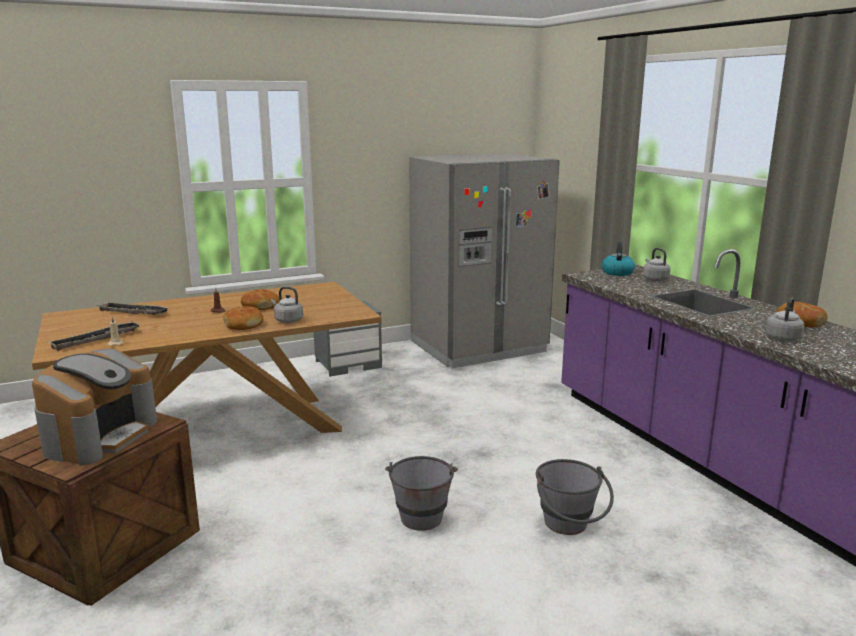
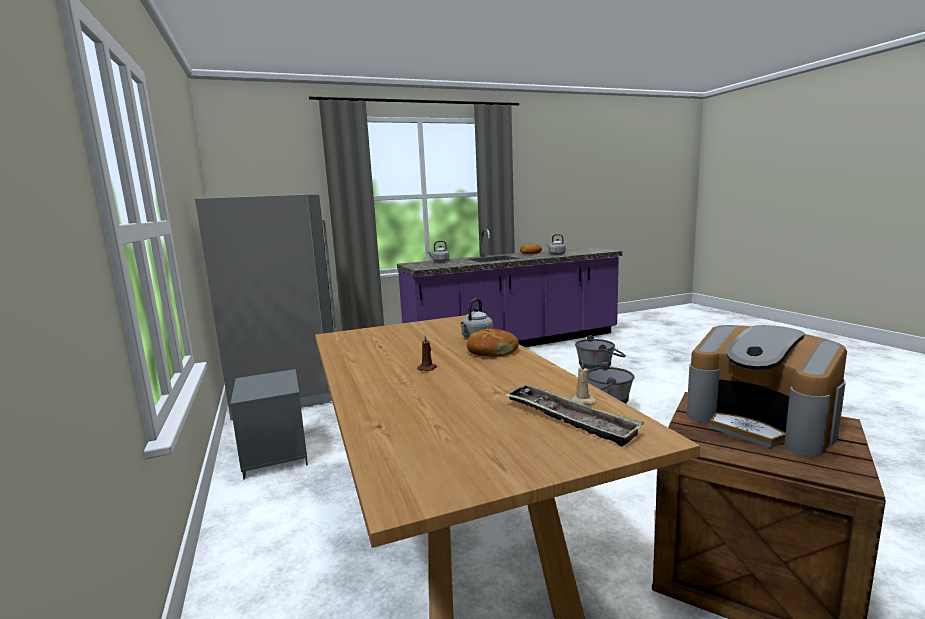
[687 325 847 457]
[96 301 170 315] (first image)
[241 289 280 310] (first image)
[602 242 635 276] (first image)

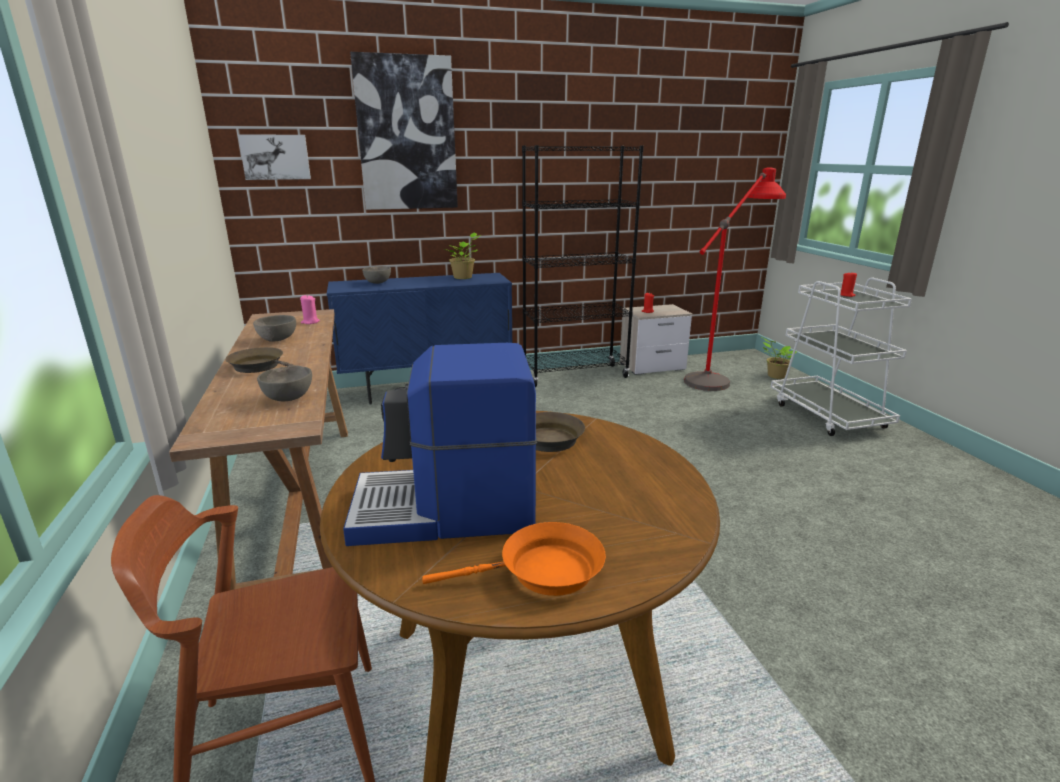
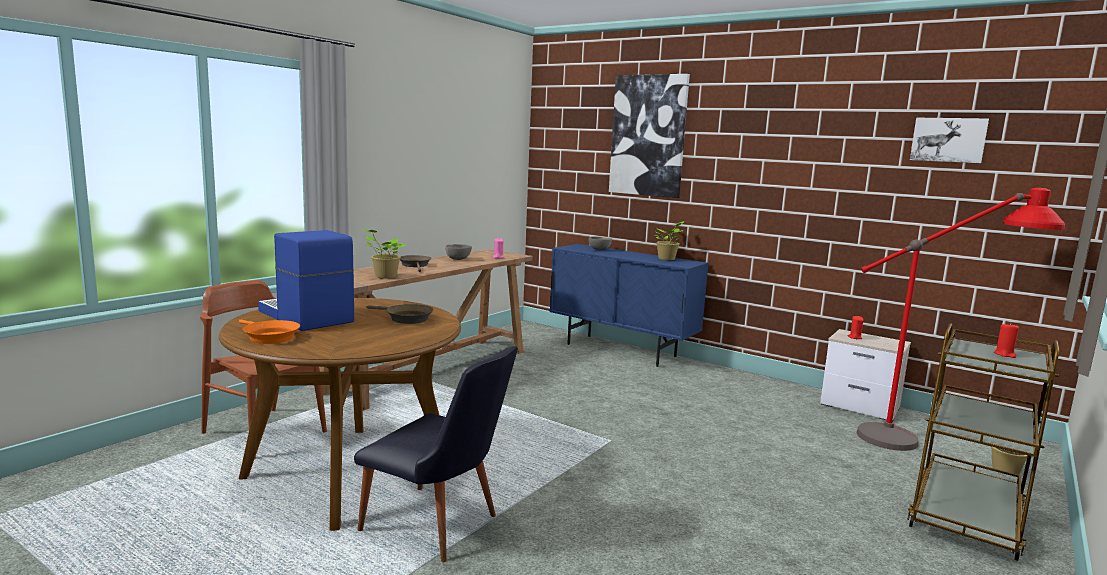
[910 118 989 163]
[361 228 406 279]
[522 145 644 387] (first image)
[907 323 1059 561]
[354 346 518 562]

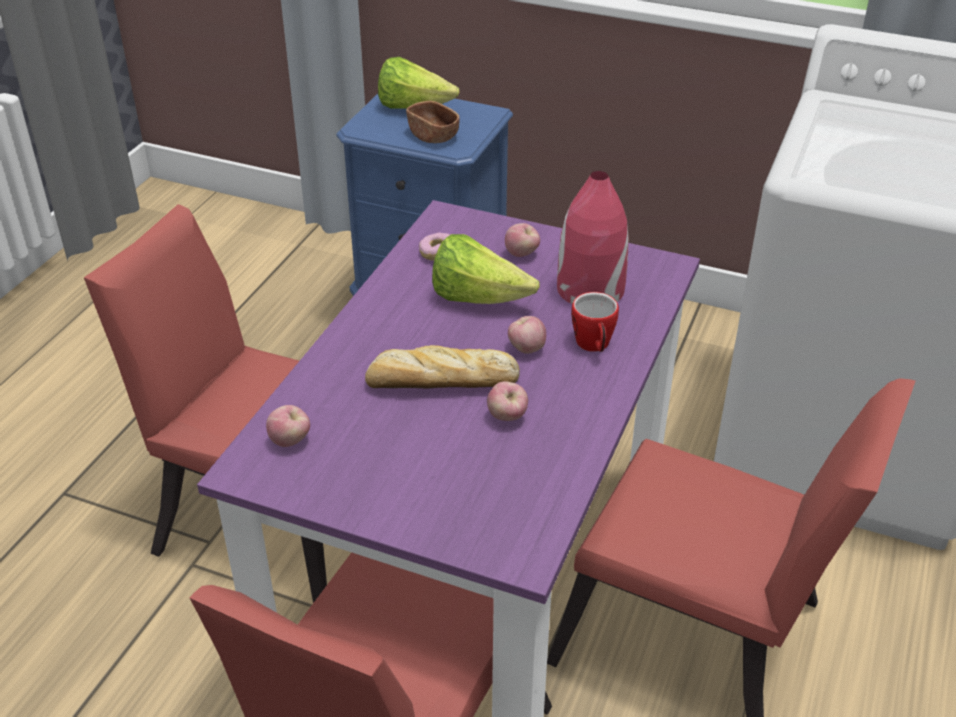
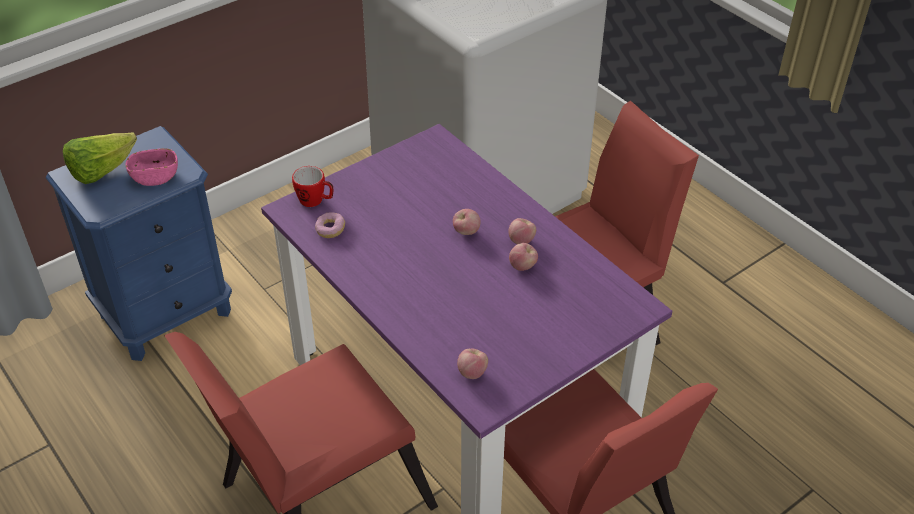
[365 345 520 388] (first image)
[126 148 178 186]
[432 234 540 304] (first image)
[508 218 536 244]
[557 171 629 304] (first image)
[292 166 333 207]

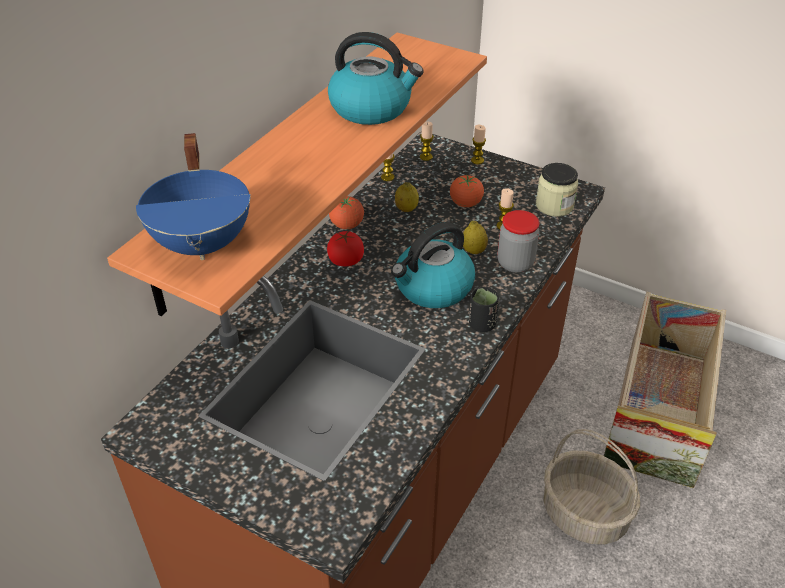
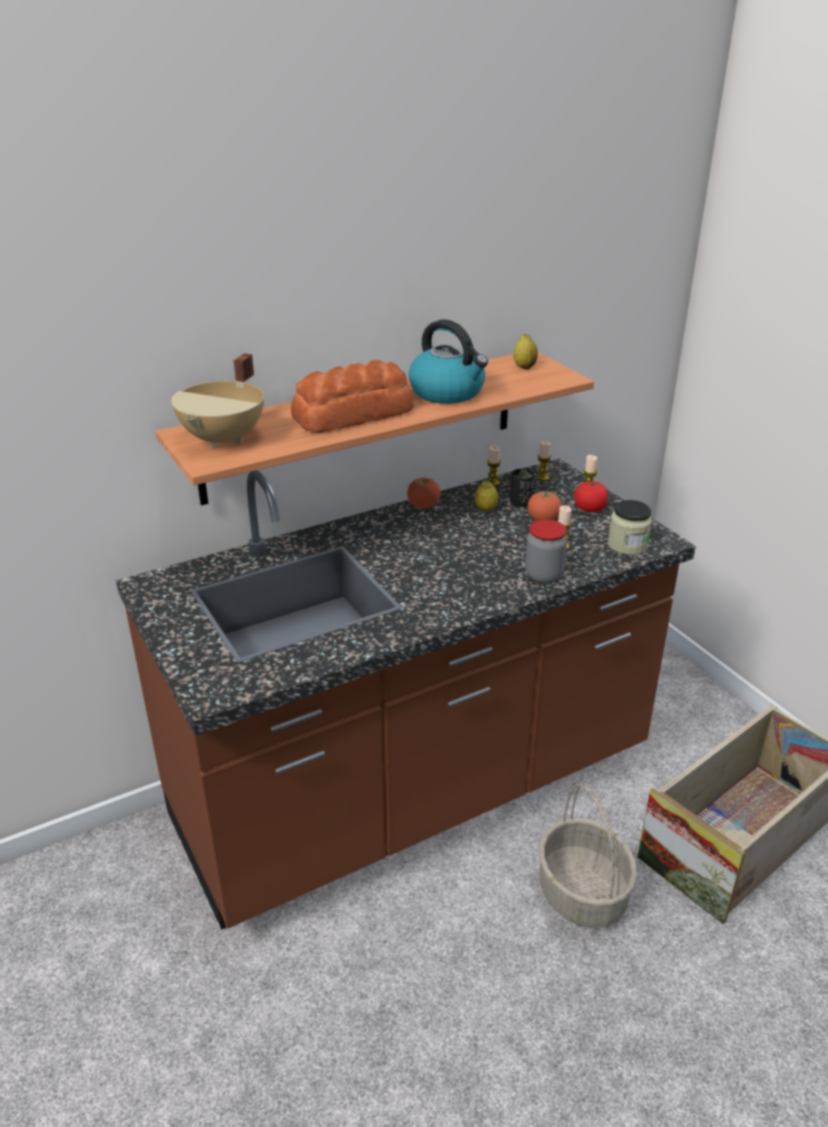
[171 353 264 448]
[574 481 608 512]
[391 222 475 308] (first image)
[513 334 538 369]
[510 469 534 507]
[291 360 414 432]

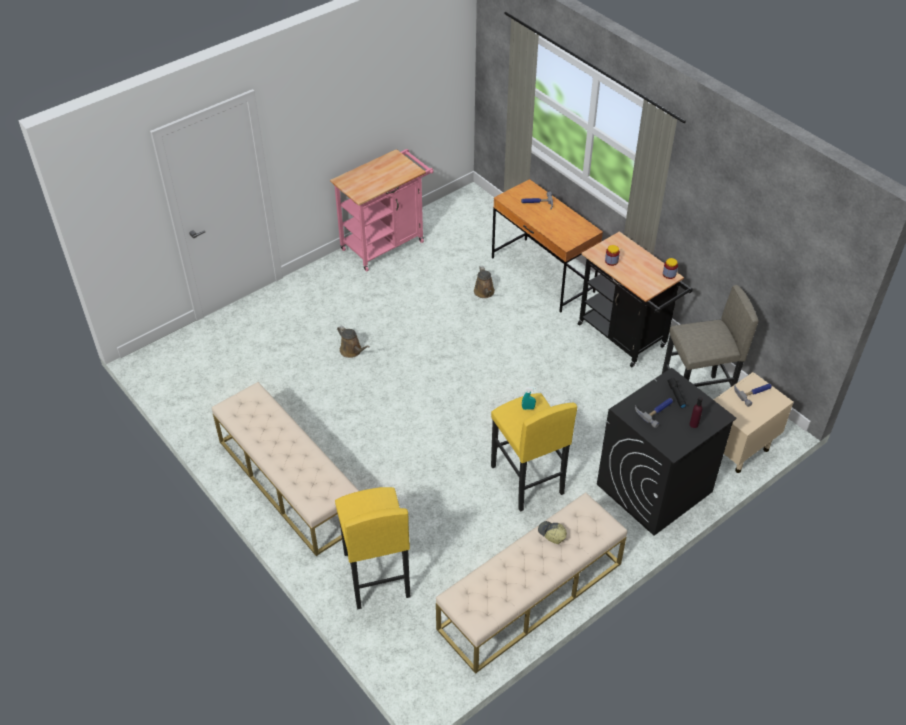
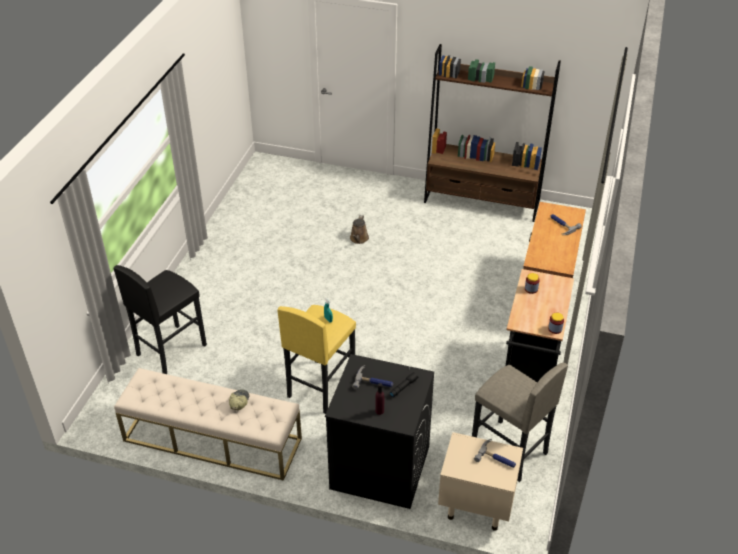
[212 382 359 556] (first image)
[424 44 561 222]
[114 265 207 374]
[474 266 495 298] (first image)

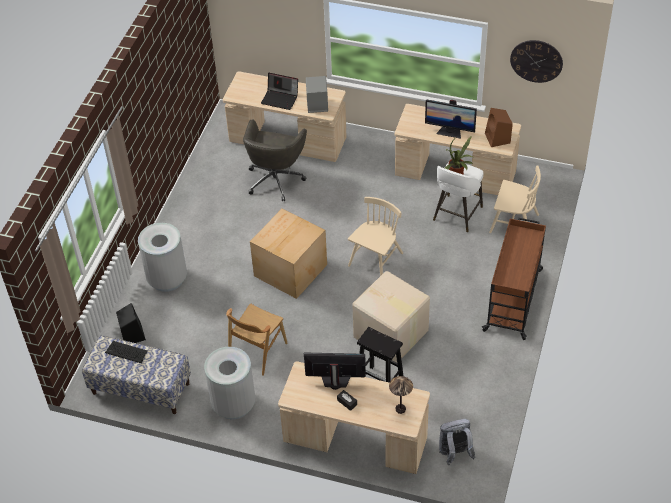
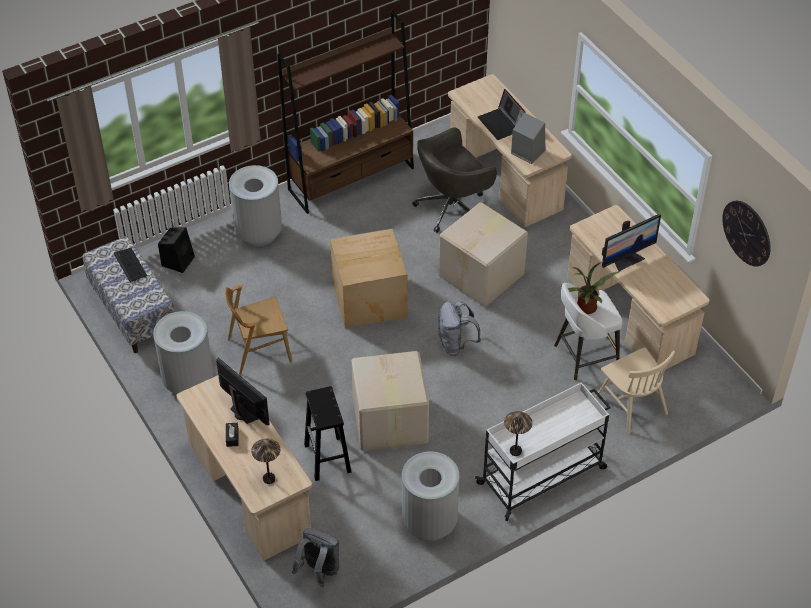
[438 301 481 356]
[602 214 661 271]
[475 382 611 521]
[485 108 513 147] (first image)
[277 10 414 214]
[402 452 459 541]
[439 202 528 307]
[504 411 533 456]

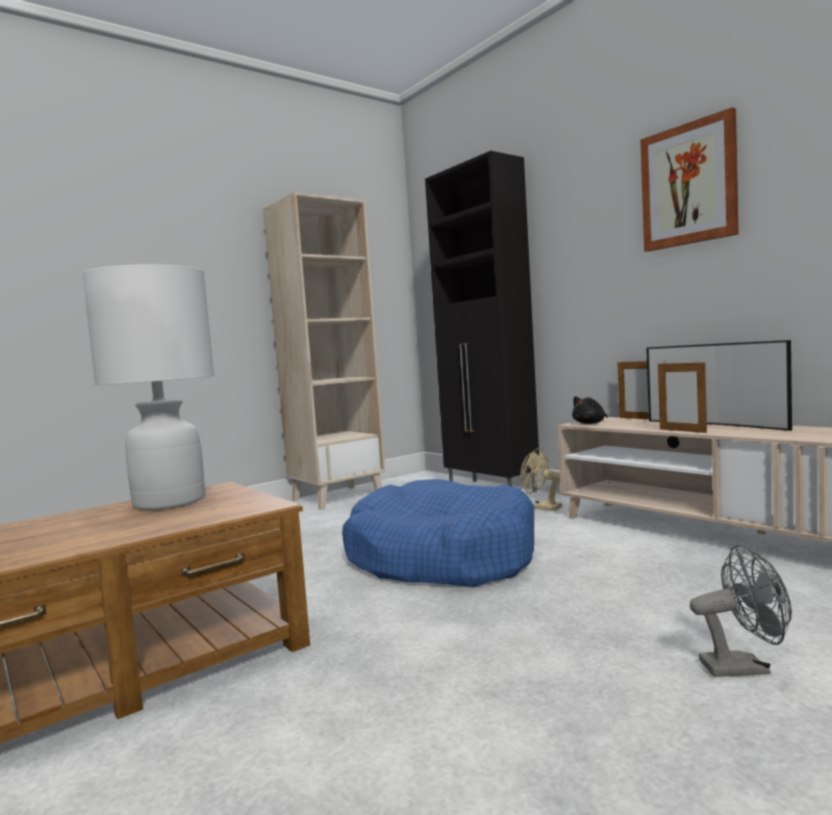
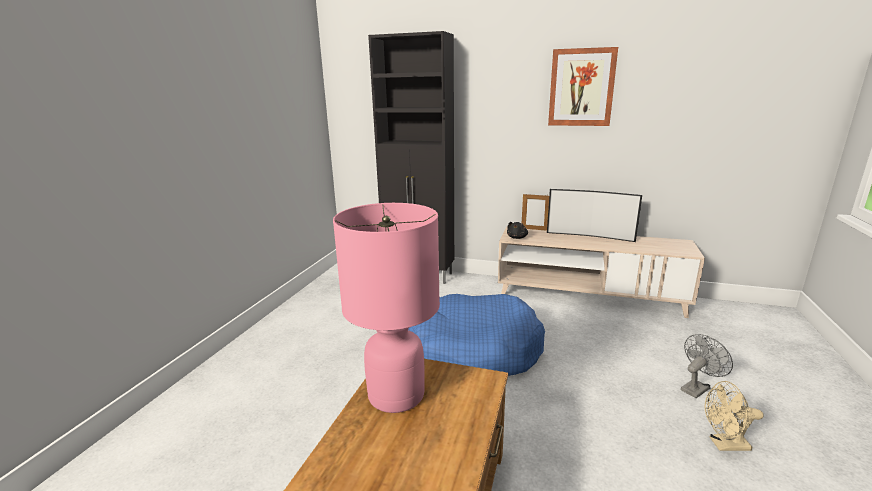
[333 203 440 413]
[263 192 385 510] (first image)
[705 381 763 451]
[658 360 707 433] (first image)

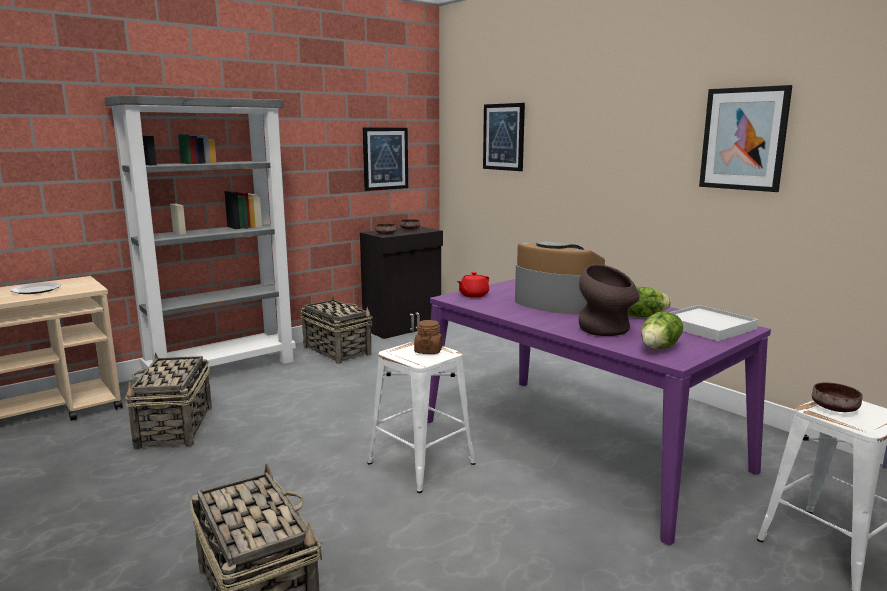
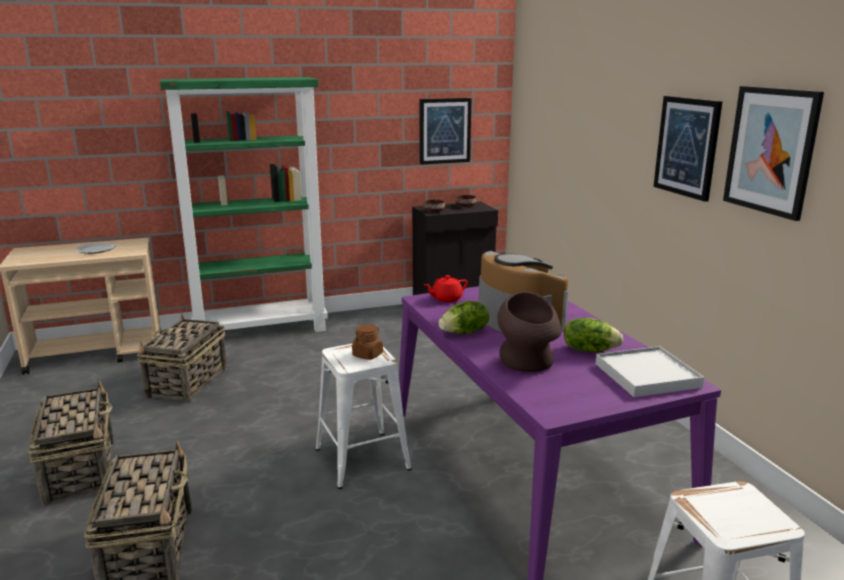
[160 77 328 332]
[28 381 114 506]
[653 96 723 202]
[439 301 489 334]
[812 382 862 412] (first image)

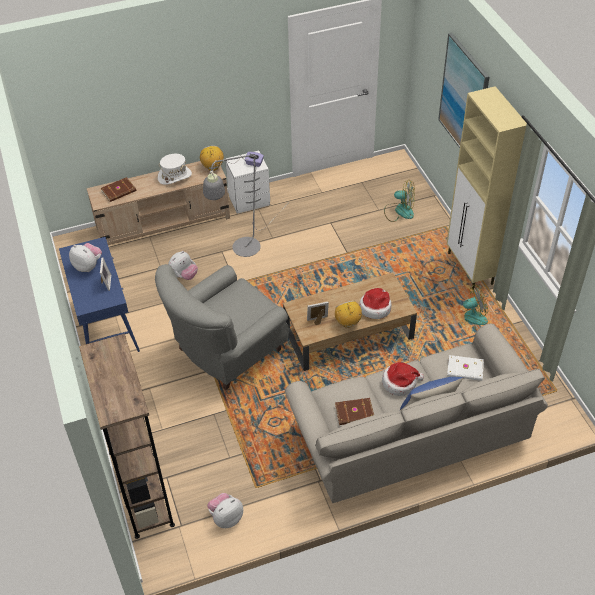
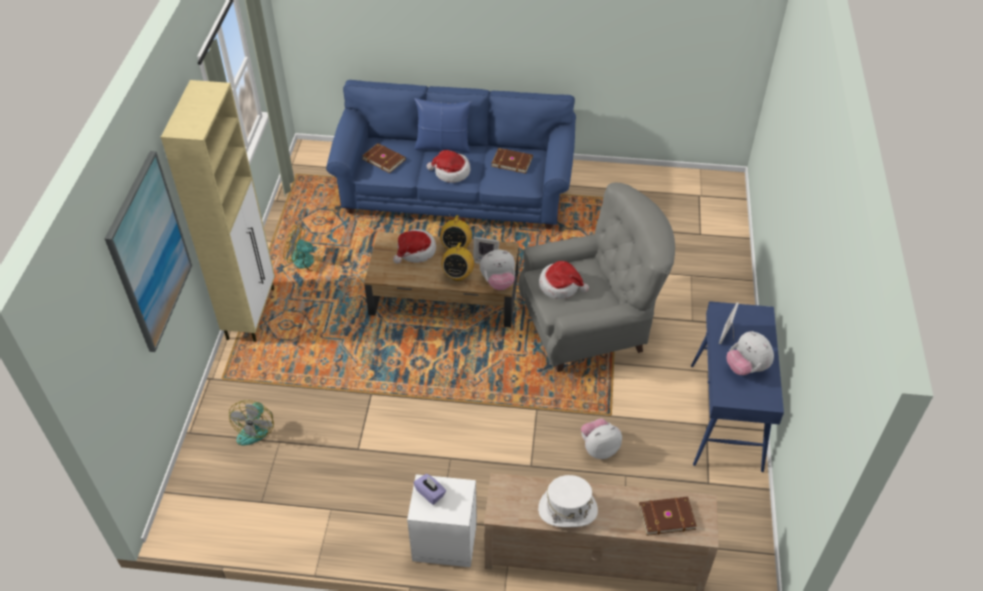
[79 334 175 539] (first image)
[441 240 474 281]
[203 154 289 257] (first image)
[480 249 515 290]
[326 80 576 229]
[229 400 274 446]
[362 143 406 173]
[539 261 589 299]

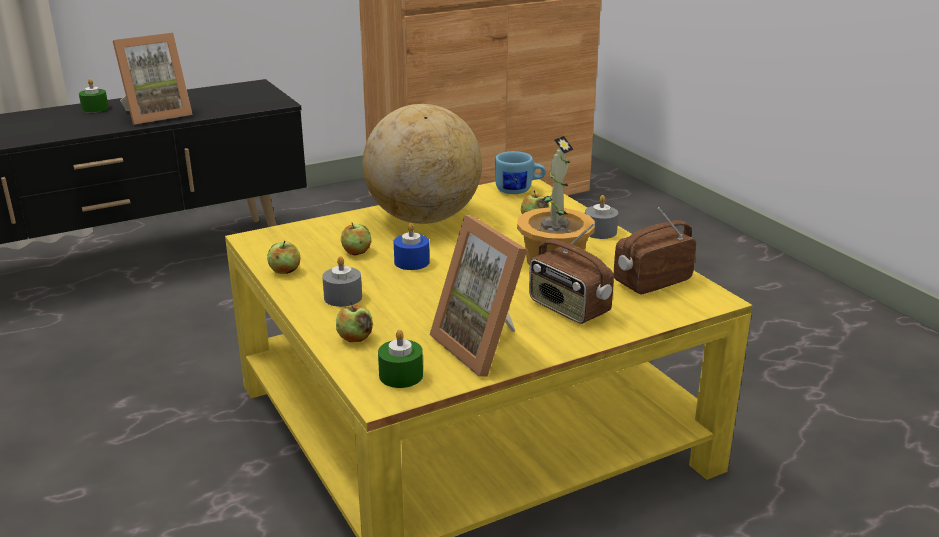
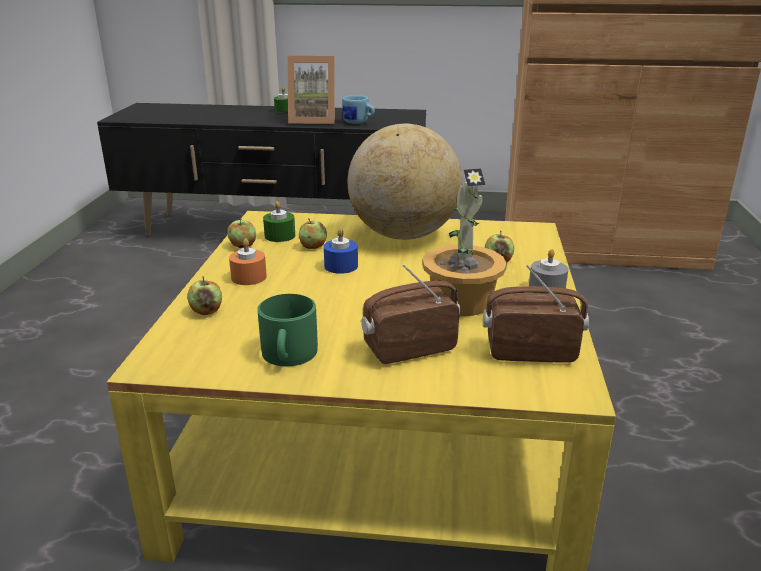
[229 238 267 285]
[263 201 295 242]
[257 294 318 366]
[342 95 375 124]
[361 264 461 364]

